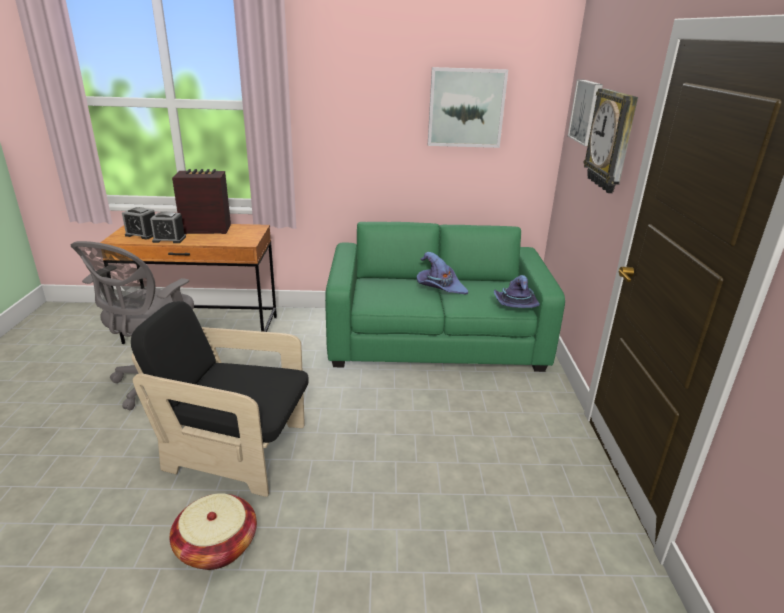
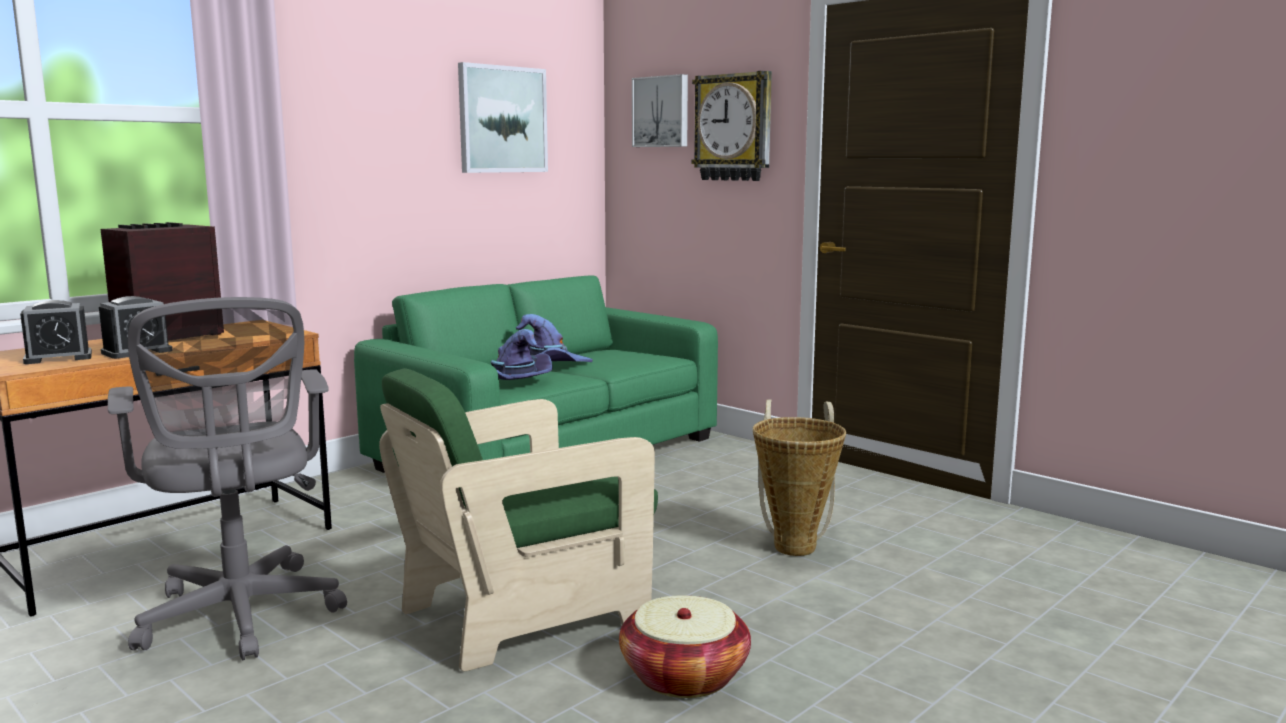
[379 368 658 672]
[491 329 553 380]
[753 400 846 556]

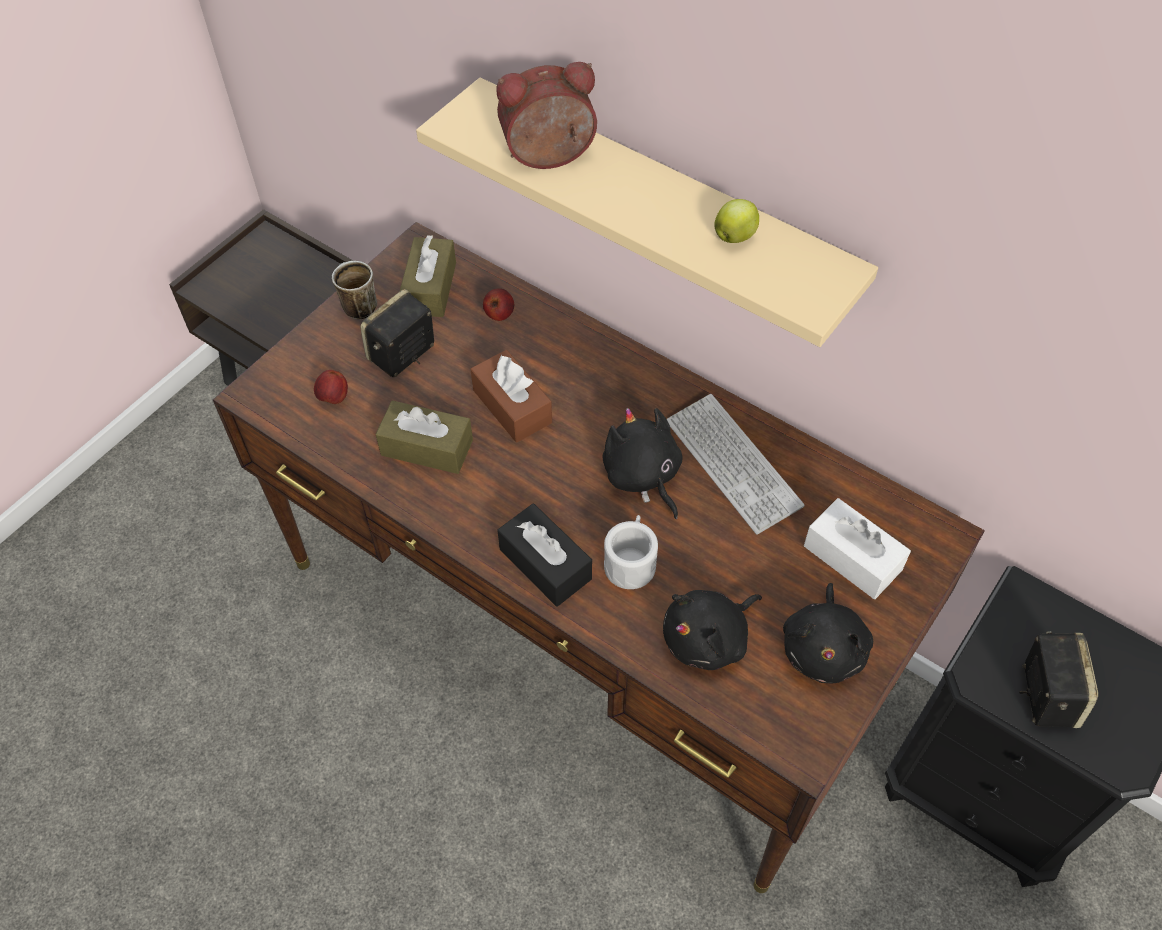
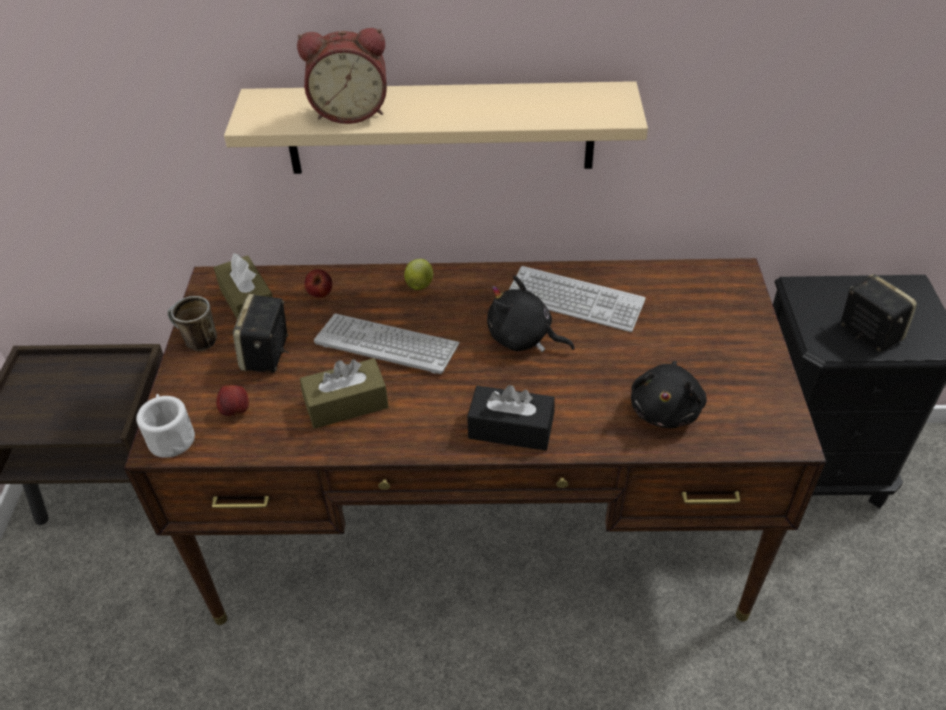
[314 314 460 374]
[297 28 387 124]
[136 394 195 458]
[404 259 433 290]
[783 583 873 683] (first image)
[804 498 911 599] (first image)

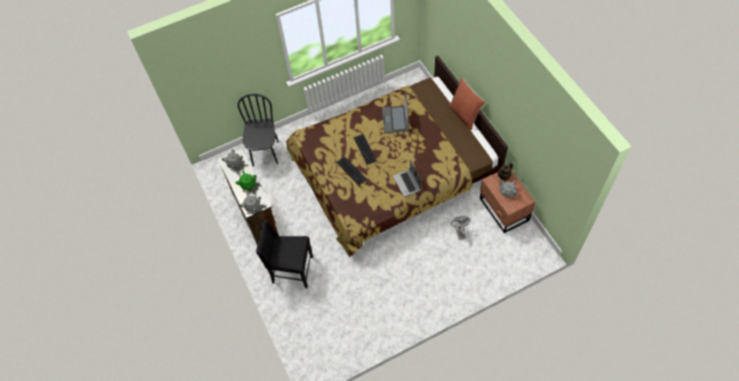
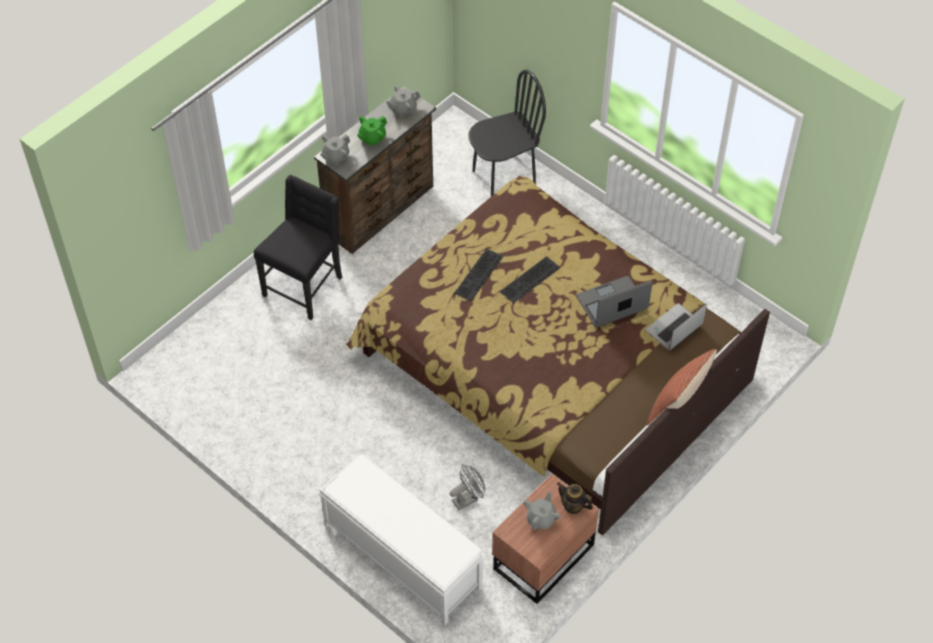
[254 175 342 320]
[645 303 707 350]
[318 455 485 625]

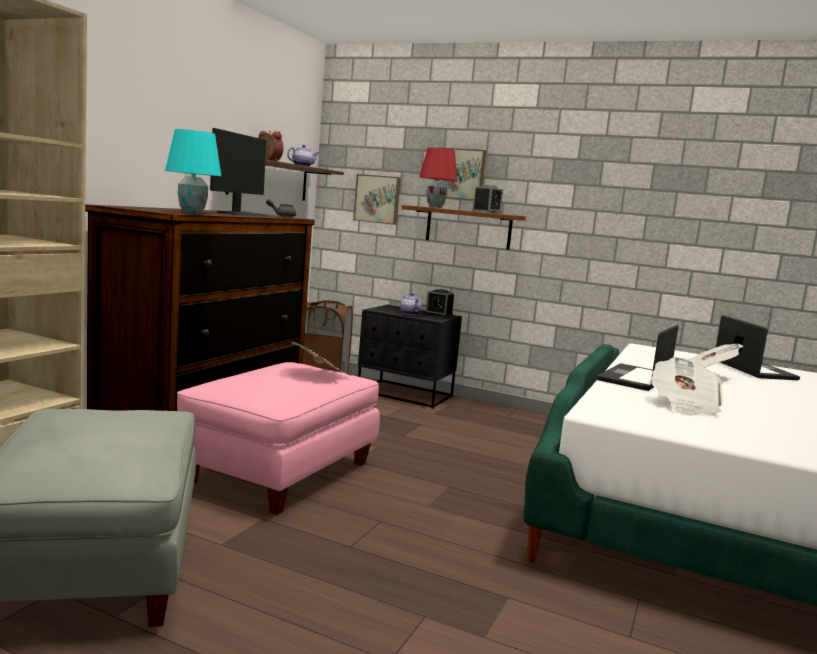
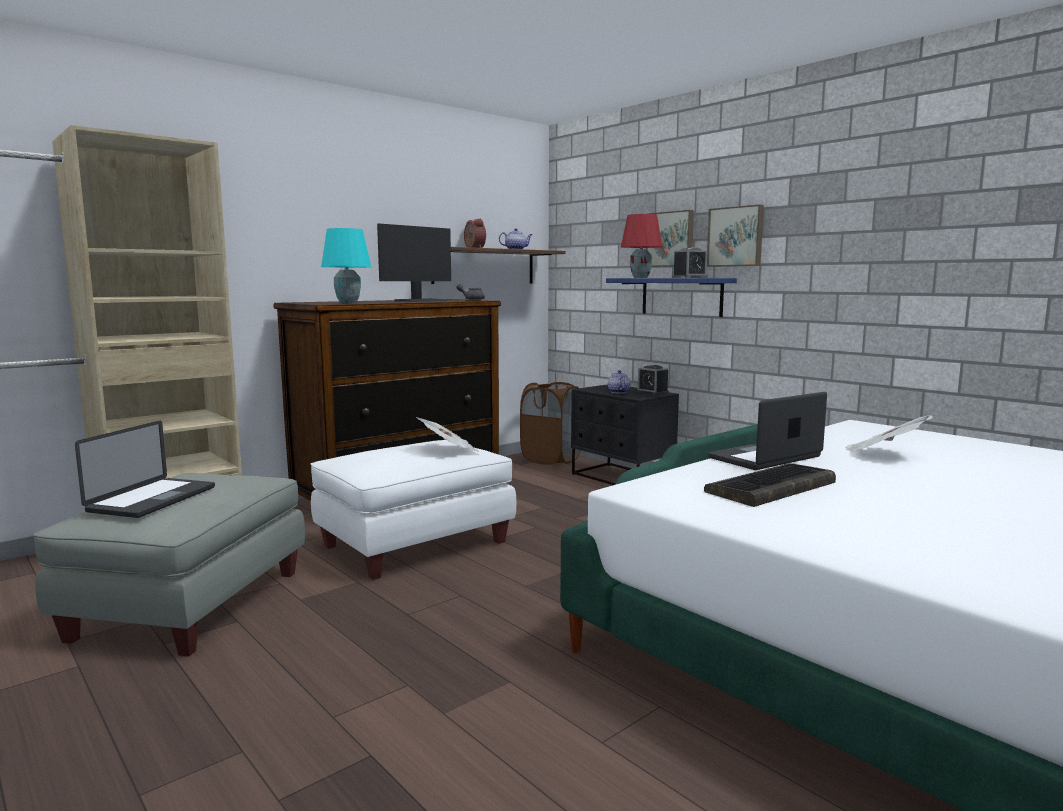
[311 440 516 580]
[707 205 764 267]
[606 278 737 317]
[704 463 836 507]
[75 421 215 518]

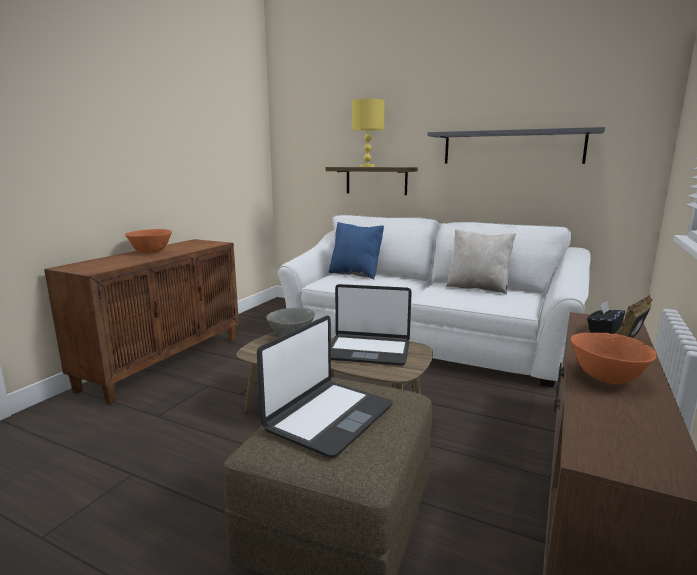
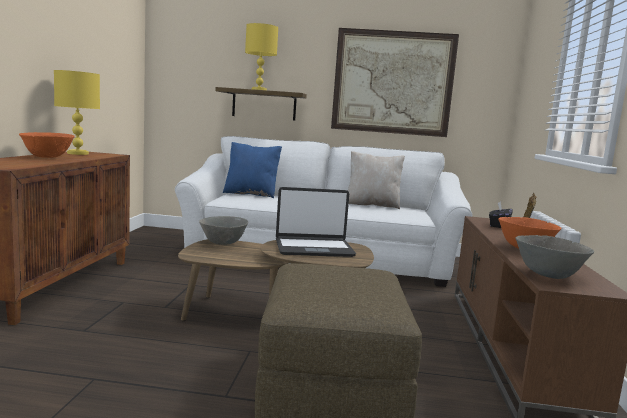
[257 316 393 458] (first image)
[331 28 459 137]
[54 70 100 155]
[515 235 594 279]

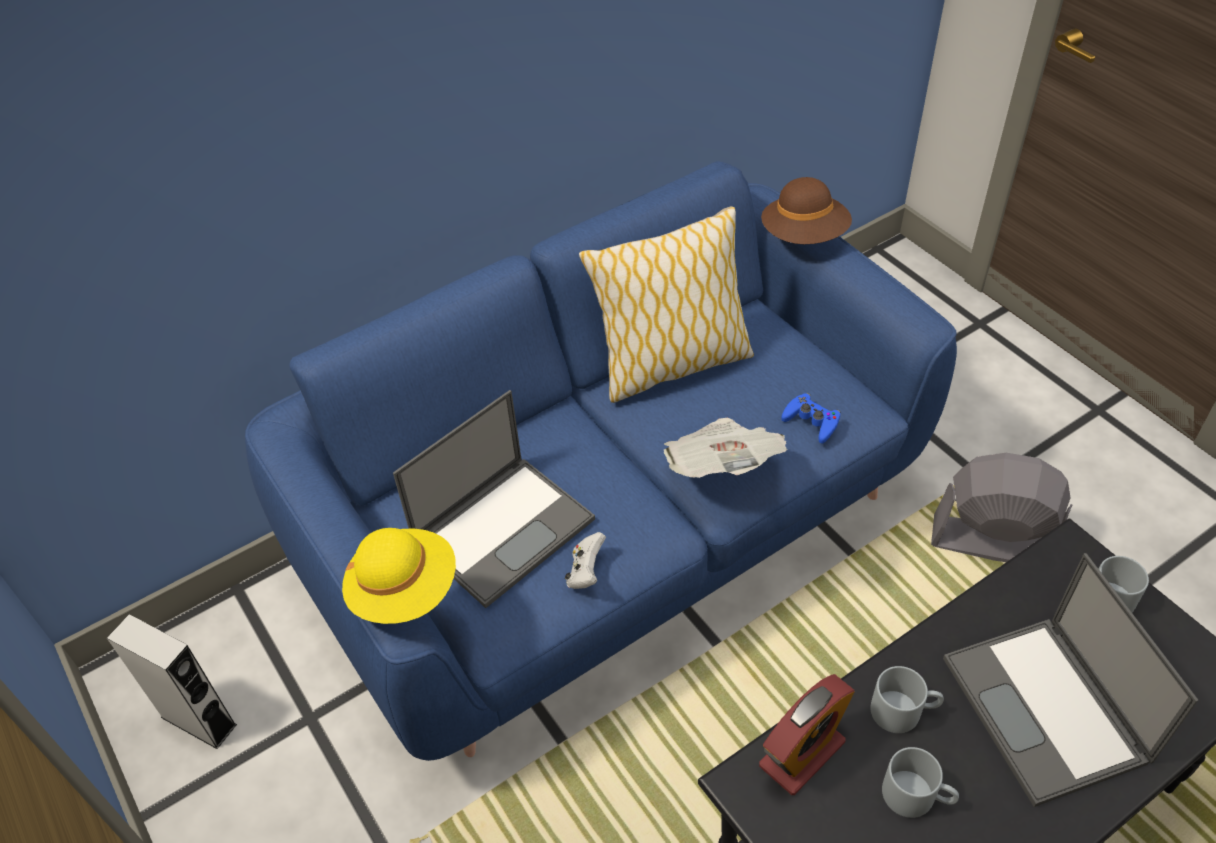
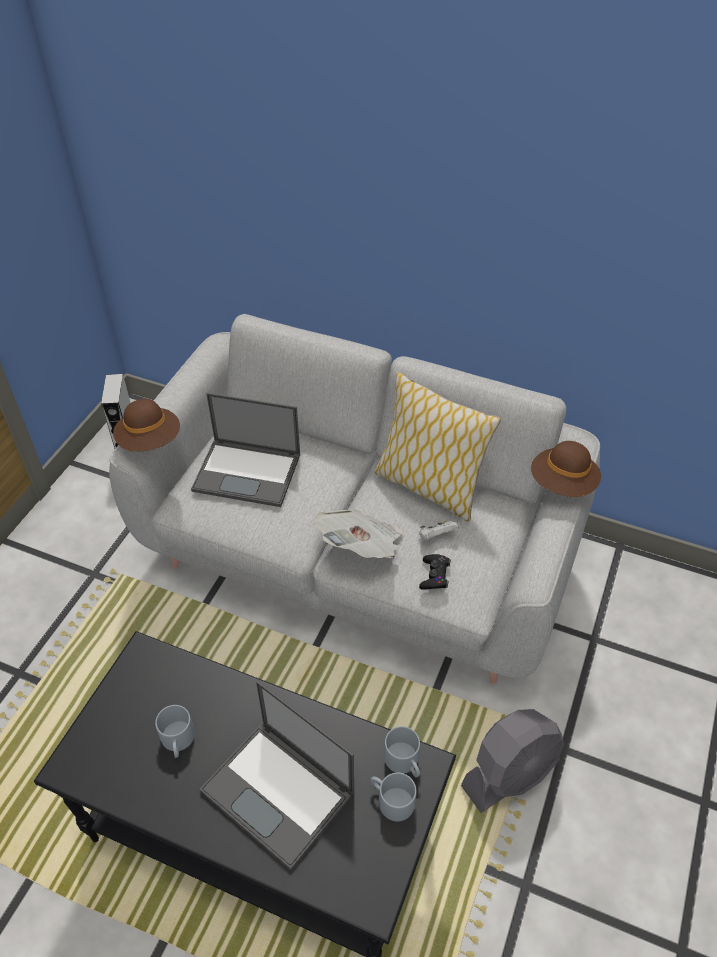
[109 314 600 684]
[113 399 180 452]
[419 521 459 540]
[759 674 854 795] (first image)
[419 554 451 590]
[384 726 420 778]
[461 709 564 813]
[199 681 354 870]

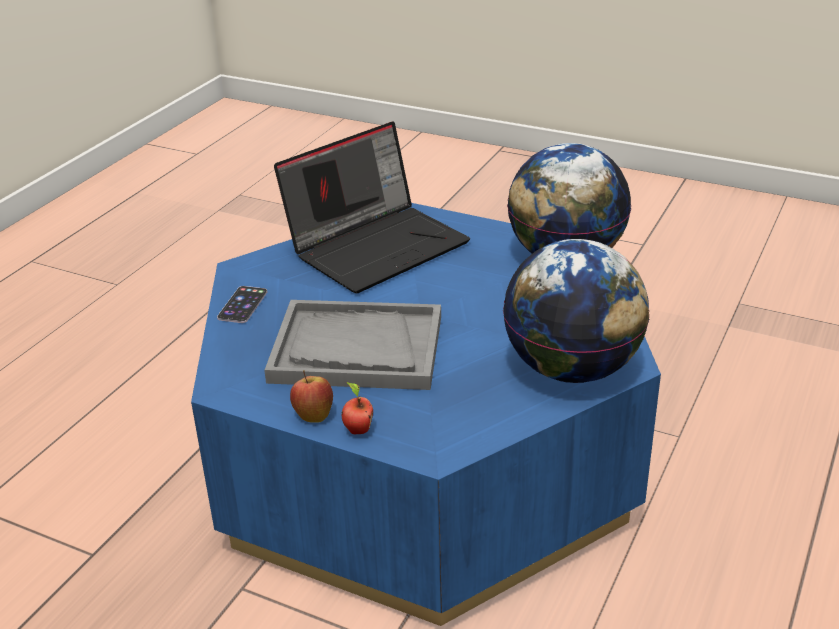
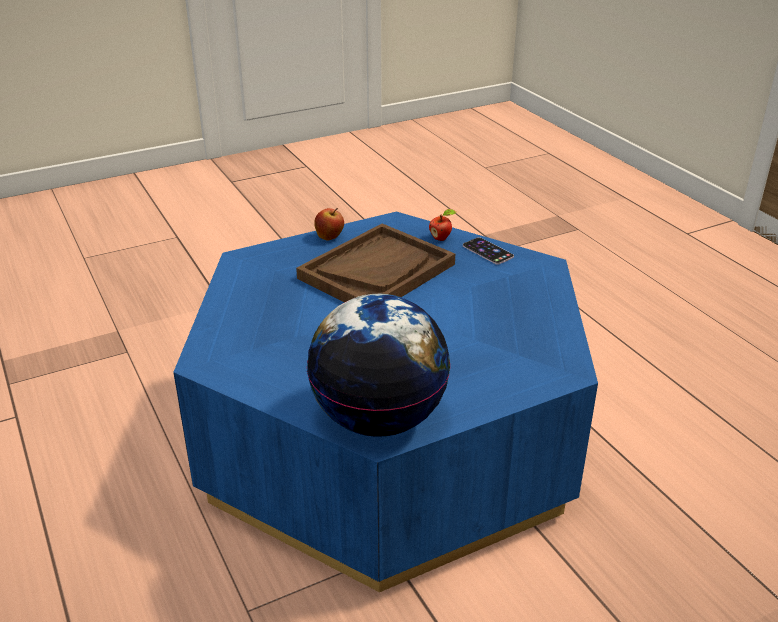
[296 224 455 302]
[274 121 470 293] (first image)
[429 209 456 241]
[503 239 650 383] (first image)

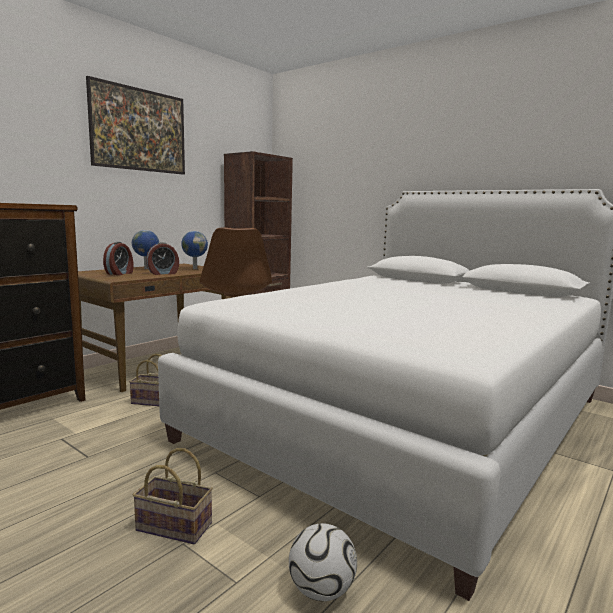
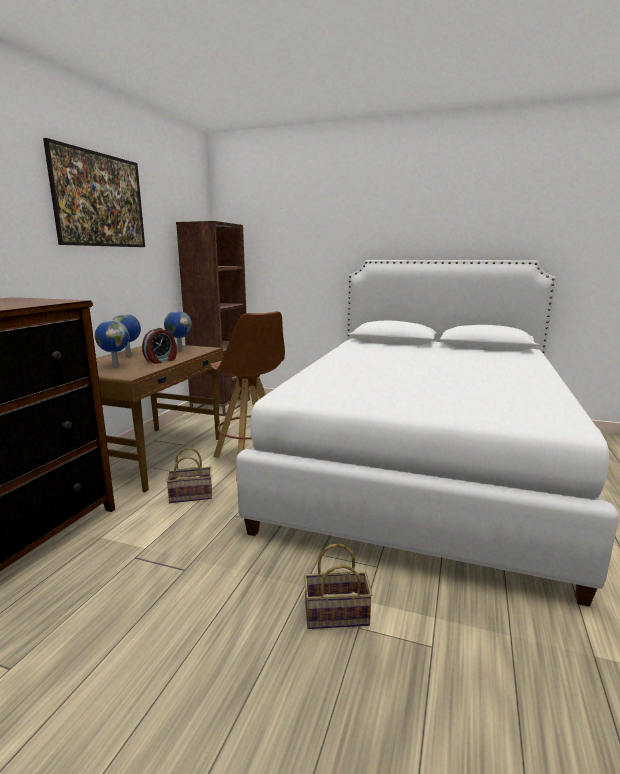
[95 320 129 367]
[289 523 357 601] (first image)

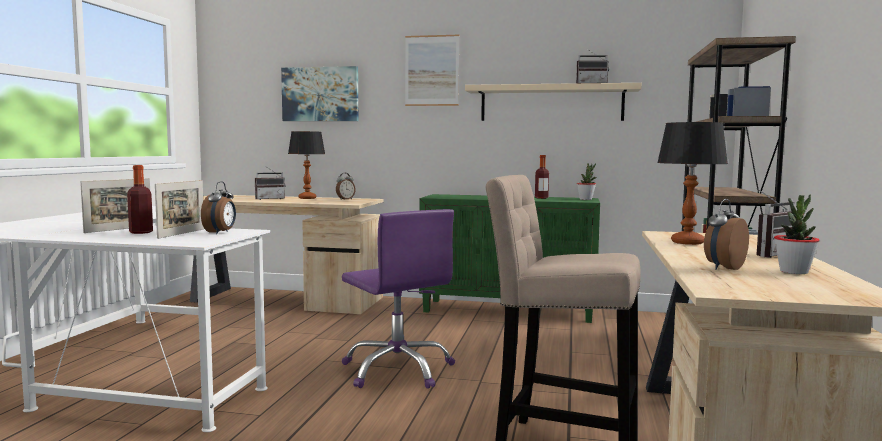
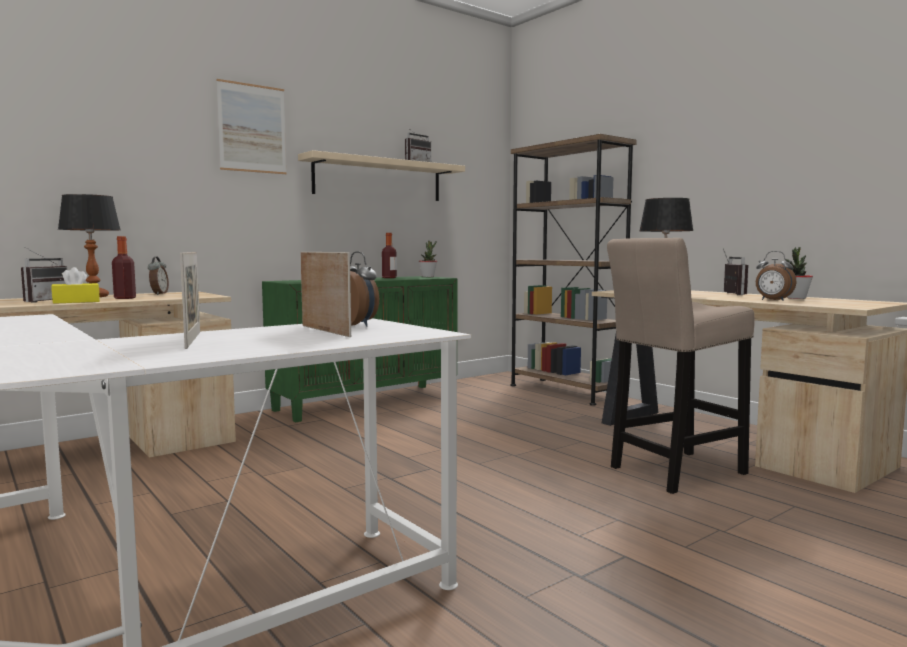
[112 236 136 299]
[281 66 358 121] (first image)
[342 209 455 389] (first image)
[756 251 797 301]
[51 267 100 304]

